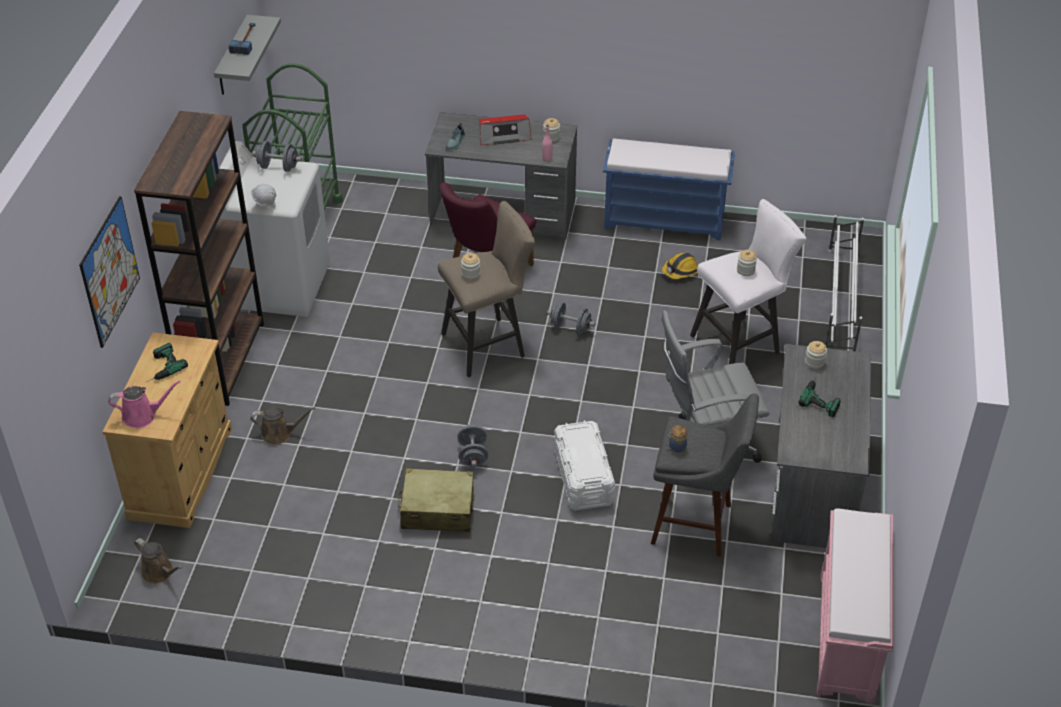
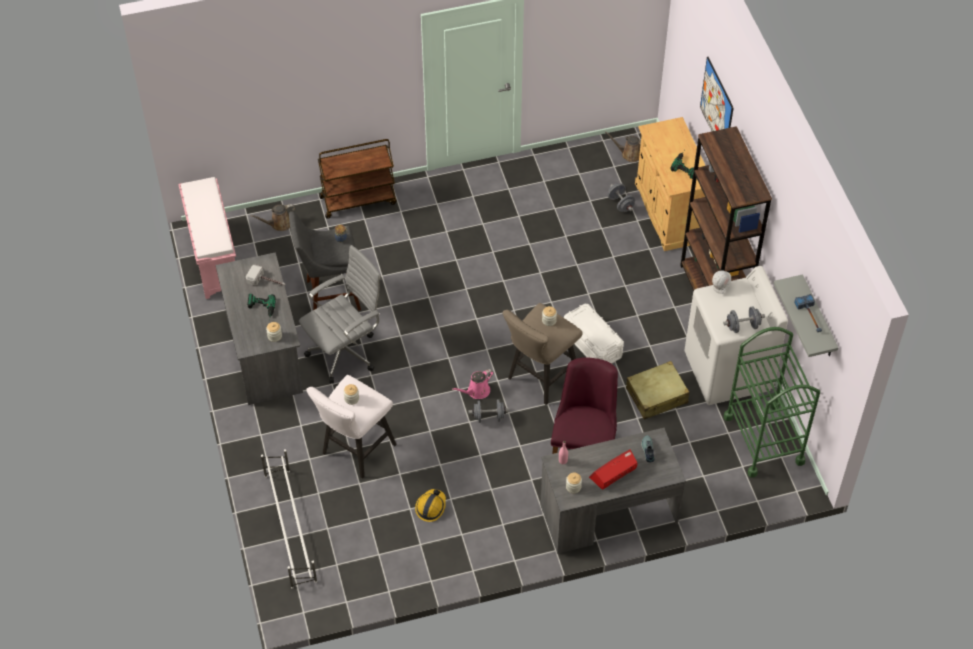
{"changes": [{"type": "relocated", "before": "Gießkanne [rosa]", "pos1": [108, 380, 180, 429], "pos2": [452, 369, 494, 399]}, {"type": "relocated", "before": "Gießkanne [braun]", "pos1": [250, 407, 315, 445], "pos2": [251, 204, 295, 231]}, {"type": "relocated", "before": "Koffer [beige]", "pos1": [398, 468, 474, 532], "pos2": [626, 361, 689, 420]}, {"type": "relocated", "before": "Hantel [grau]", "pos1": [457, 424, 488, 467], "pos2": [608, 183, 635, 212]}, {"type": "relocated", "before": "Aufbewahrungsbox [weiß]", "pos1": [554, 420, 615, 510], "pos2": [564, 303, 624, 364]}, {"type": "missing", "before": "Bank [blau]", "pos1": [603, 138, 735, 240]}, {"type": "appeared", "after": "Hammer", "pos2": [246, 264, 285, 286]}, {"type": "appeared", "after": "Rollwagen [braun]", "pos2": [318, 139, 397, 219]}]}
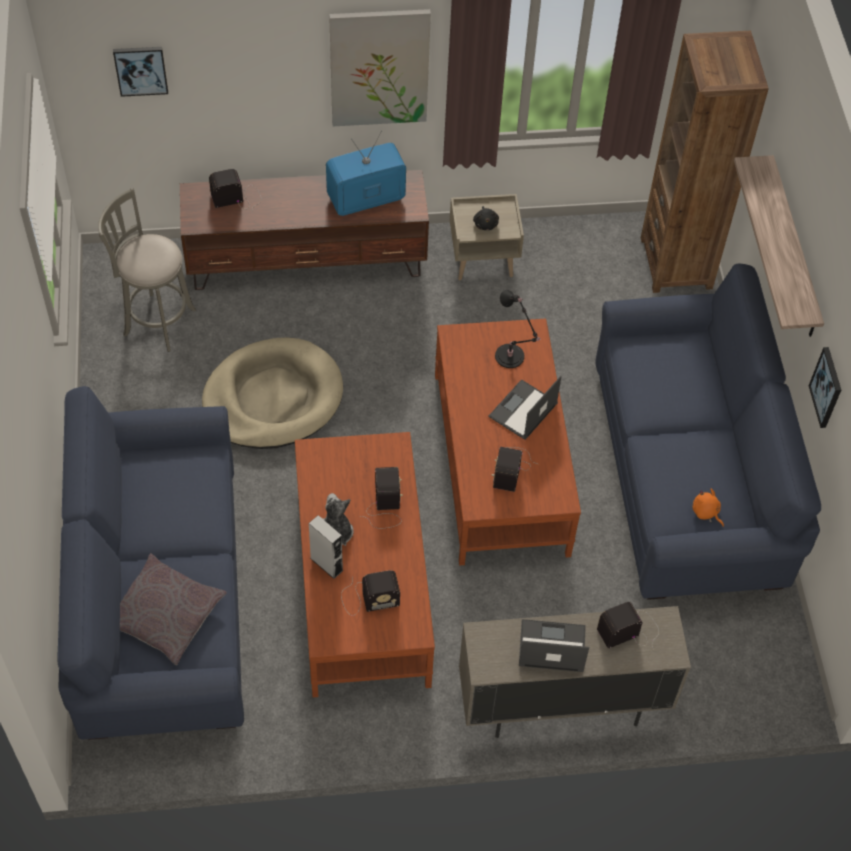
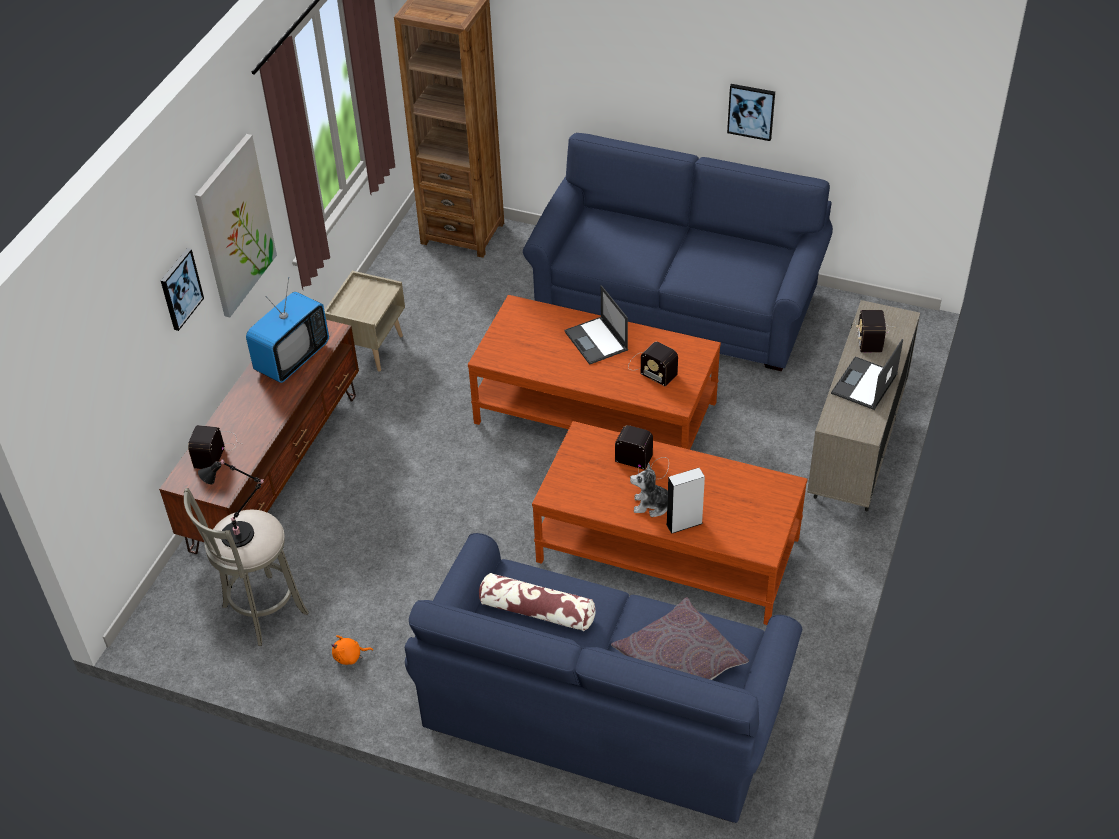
{"changes": [{"type": "relocated", "before": "Bild", "pos1": [113, 47, 168, 97], "pos2": [161, 248, 204, 331]}, {"type": "missing", "before": "Hundebett [beige]", "pos1": [202, 338, 343, 449]}, {"type": "spun", "before": "Fernseher", "pos1": [326, 131, 406, 216], "pos2": [246, 277, 329, 383], "turn": -150}, {"type": "missing", "before": "Radio", "pos1": [341, 570, 400, 616]}, {"type": "missing", "before": "Plüschtier [schwarz]", "pos1": [473, 206, 499, 230]}, {"type": "relocated", "before": "Tischlampe [schwarz]", "pos1": [495, 290, 541, 368], "pos2": [198, 459, 264, 548]}, {"type": "relocated", "before": "Plüschtier [orange]", "pos1": [693, 489, 724, 527], "pos2": [331, 635, 373, 665]}, {"type": "missing", "before": "Wandregal", "pos1": [734, 155, 824, 337]}, {"type": "appeared", "after": "Kissen", "pos2": [479, 573, 596, 631]}]}
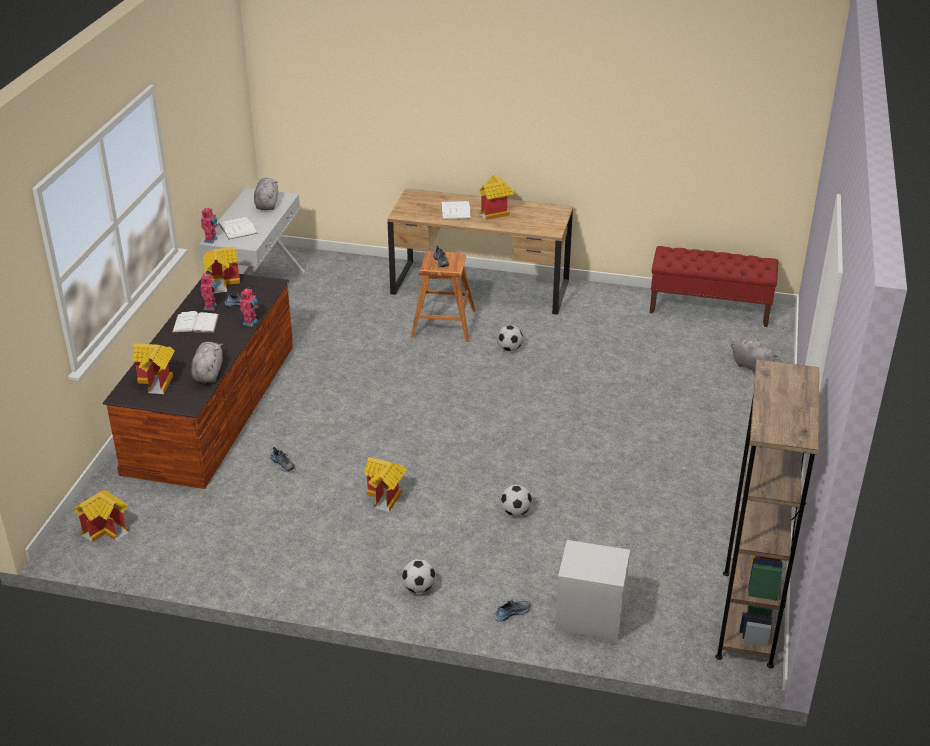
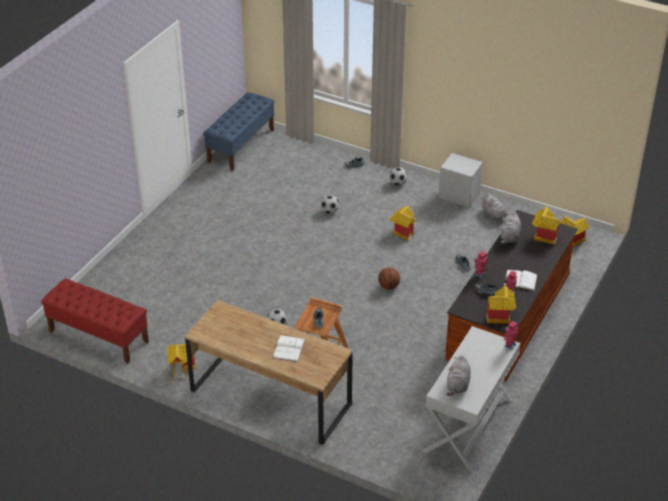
{"changes": [{"type": "missing", "before": "Buch [weiß]", "pos1": [218, 217, 258, 239]}, {"type": "relocated", "before": "Spielzeughaus", "pos1": [480, 174, 515, 220], "pos2": [167, 344, 195, 378]}, {"type": "relocated", "before": "Nachttisch [grau]", "pos1": [555, 540, 630, 641], "pos2": [439, 153, 483, 208]}, {"type": "exchanged", "before": "Bücherregal [braun]", "after": "Bank [blau]", "pos1": [715, 359, 819, 668], "pos2": [203, 92, 275, 171]}, {"type": "relocated", "before": "Plüschtier [grau]", "pos1": [731, 339, 778, 374], "pos2": [481, 193, 507, 223]}, {"type": "appeared", "after": "Basketball", "pos2": [378, 268, 400, 289]}]}
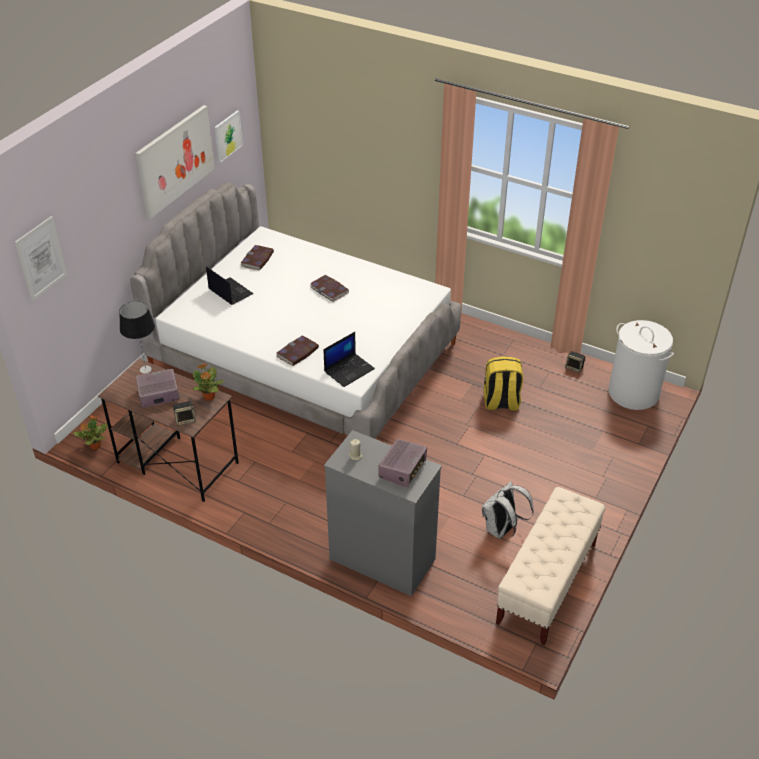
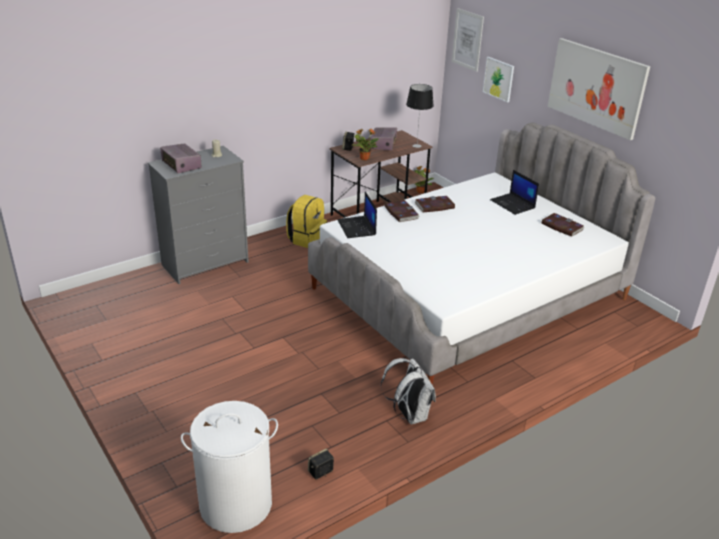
{"changes": [{"type": "spun", "before": "Laptop", "pos1": [206, 266, 254, 305], "pos2": [490, 170, 539, 215], "turn": 75}, {"type": "relocated", "before": "Bild", "pos1": [215, 110, 243, 163], "pos2": [483, 57, 514, 103]}, {"type": "relocated", "before": "Buch", "pos1": [310, 275, 349, 302], "pos2": [414, 196, 455, 212]}, {"type": "relocated", "before": "Rucksack [weiß]", "pos1": [482, 481, 534, 539], "pos2": [381, 358, 436, 424]}, {"type": "relocated", "before": "Rucksack [gelb]", "pos1": [483, 356, 523, 411], "pos2": [286, 195, 327, 248]}, {"type": "missing", "before": "Bank [beige]", "pos1": [496, 487, 605, 645]}]}
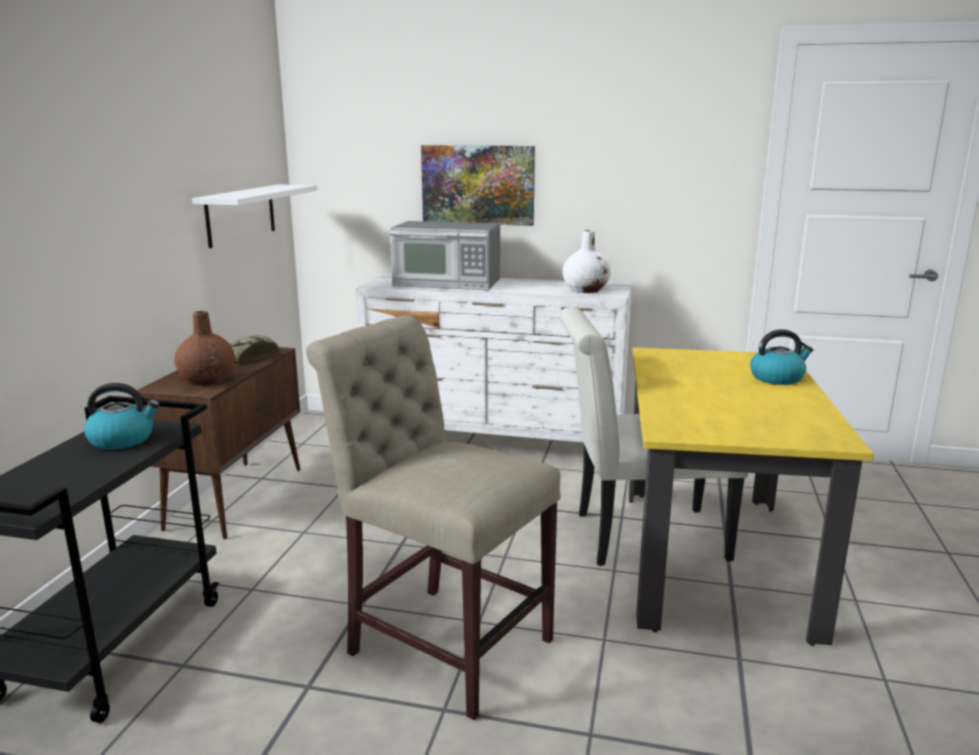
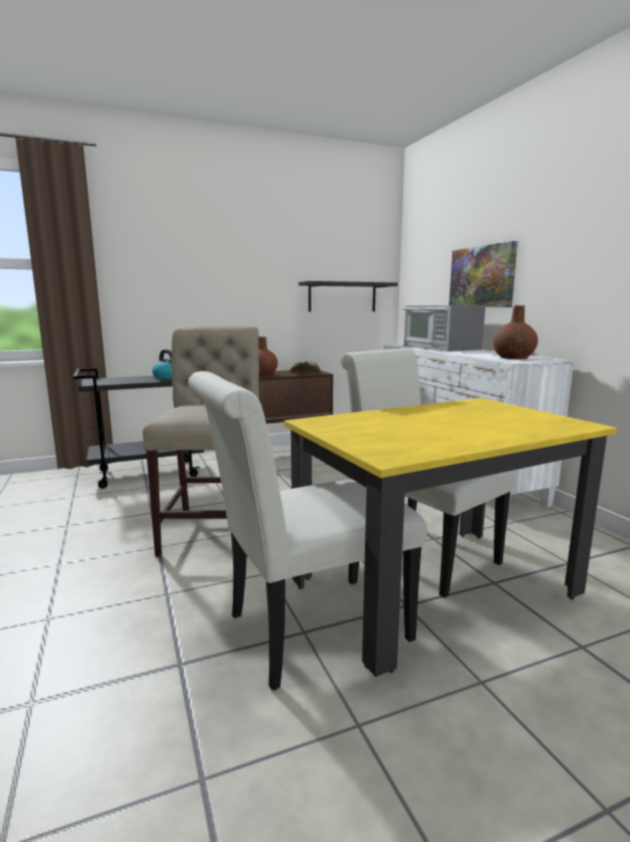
{"changes": [{"type": "colour", "before": "Wandregal [weiß]", "after": "Wandregal [schwarz]", "pos1": [192, 184, 317, 248], "pos2": [298, 281, 398, 312]}, {"type": "colour", "before": "Vase [weiß]", "after": "Vase [braun]", "pos1": [562, 230, 611, 293], "pos2": [493, 305, 538, 359]}, {"type": "missing", "before": "Wasserkessel", "pos1": [750, 329, 814, 385]}, {"type": "appeared", "after": "Stuhl [weiß]", "pos2": [188, 371, 428, 690]}]}
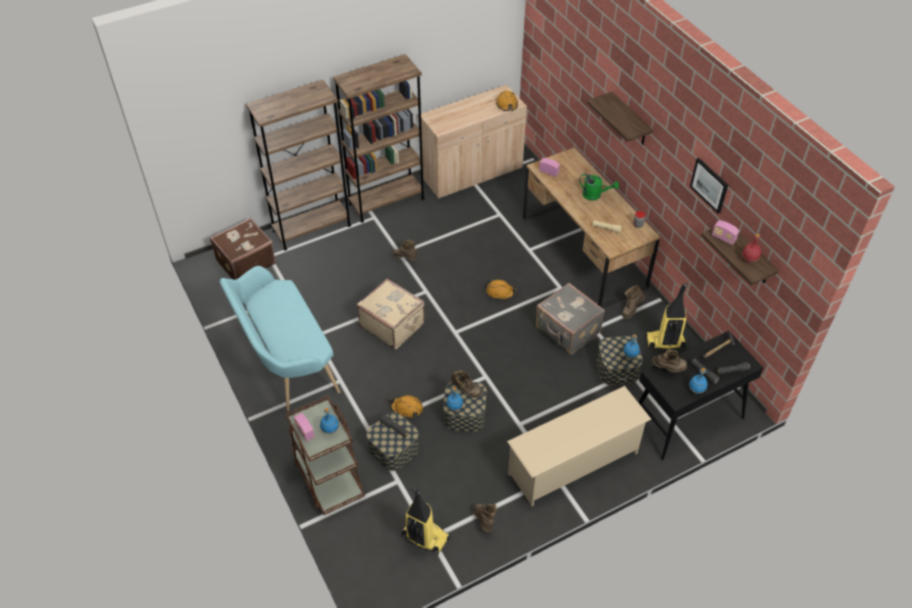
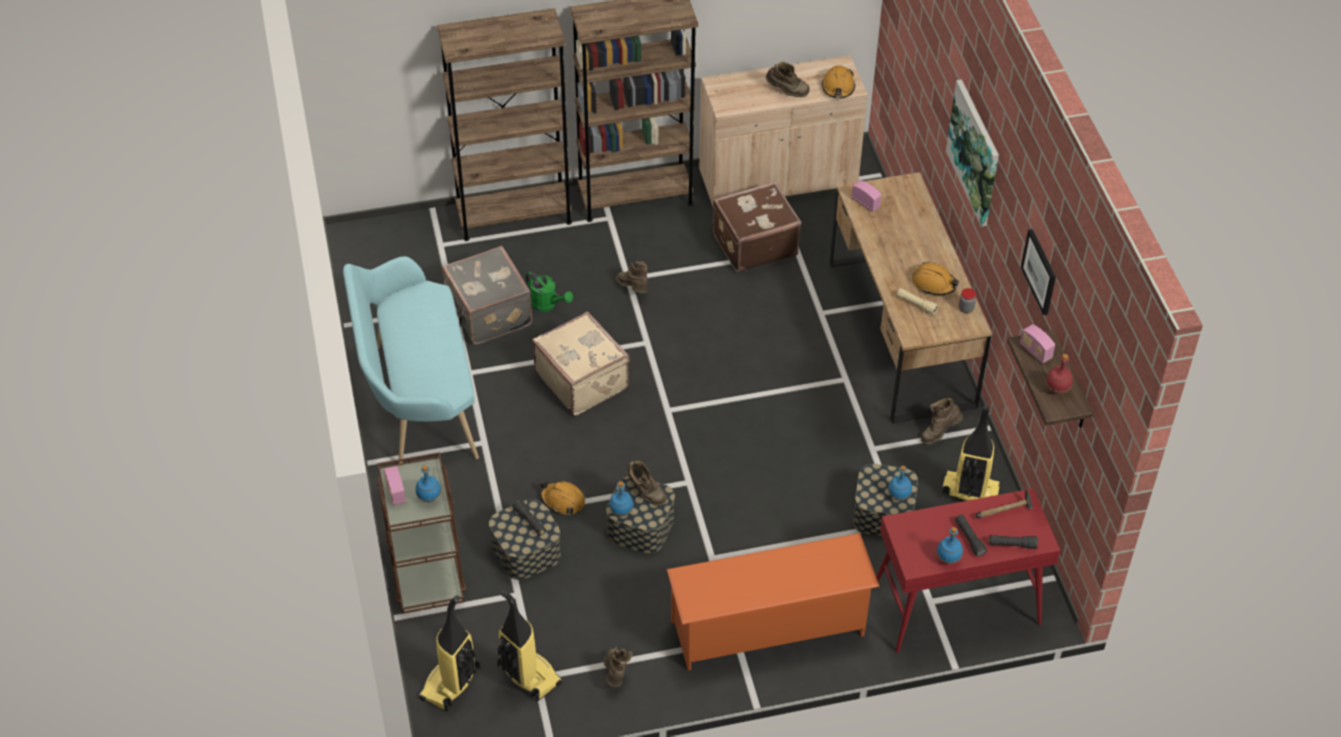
{"changes": [{"type": "relocated", "before": "Koffer [braun]", "pos1": [210, 217, 276, 280], "pos2": [713, 181, 801, 273]}, {"type": "relocated", "before": "Schutzhelm [orange]", "pos1": [486, 280, 517, 300], "pos2": [912, 262, 959, 295]}, {"type": "colour", "before": "Schuhregal [beige]", "after": "Schuhregal [orange]", "pos1": [507, 386, 652, 506], "pos2": [667, 533, 880, 671]}, {"type": "relocated", "before": "Koffer [grau]", "pos1": [536, 283, 605, 355], "pos2": [442, 246, 533, 344]}, {"type": "relocated", "before": "Gießkanne [grün]", "pos1": [579, 174, 619, 200], "pos2": [526, 272, 573, 312]}, {"type": "exchanged", "before": "Wandregal", "after": "Bild", "pos1": [587, 92, 653, 145], "pos2": [946, 79, 999, 227]}, {"type": "colour", "before": "Konsolentisch [schwarz]", "after": "Konsolentisch [rot]", "pos1": [638, 331, 763, 460], "pos2": [876, 489, 1060, 653]}, {"type": "relocated", "before": "Stiefel [braun]", "pos1": [652, 350, 687, 373], "pos2": [766, 62, 810, 97]}, {"type": "appeared", "after": "Staubsauger", "pos2": [419, 596, 480, 712]}]}
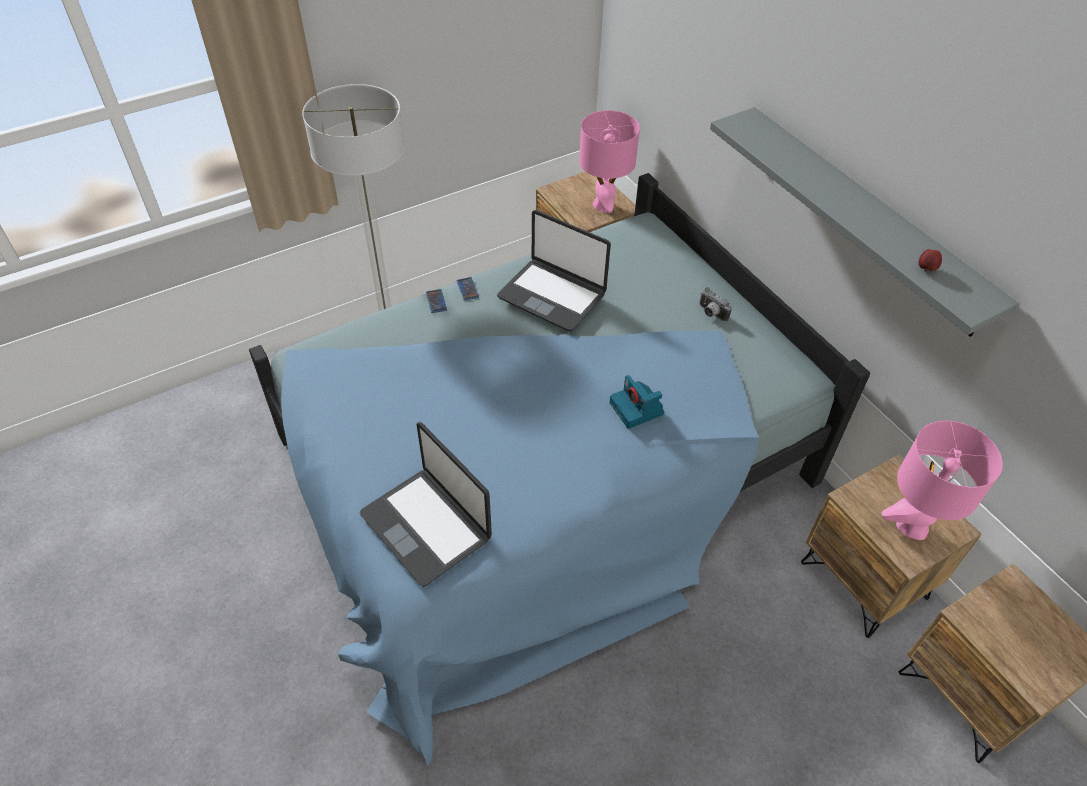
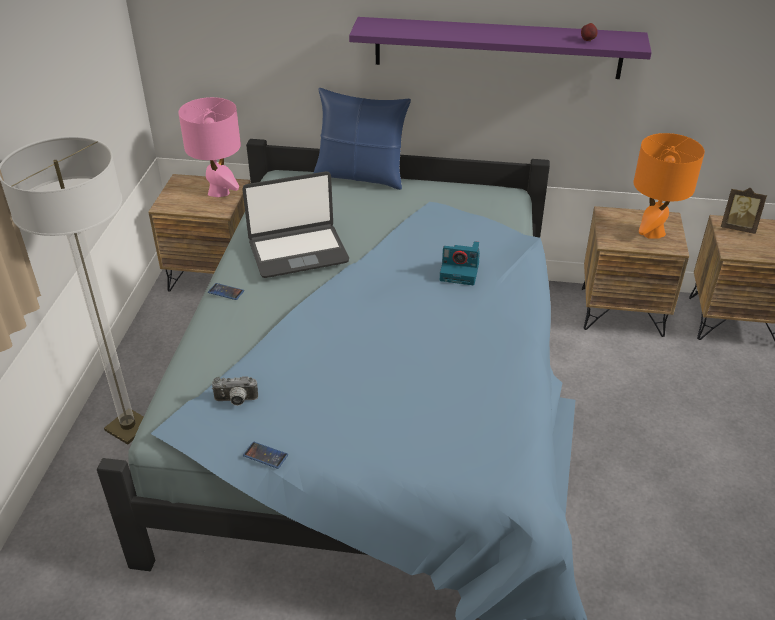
{"changes": [{"type": "missing", "before": "Laptop", "pos1": [360, 422, 492, 587]}, {"type": "relocated", "before": "Handy", "pos1": [426, 289, 447, 313], "pos2": [243, 442, 288, 469]}, {"type": "relocated", "before": "Kamera", "pos1": [699, 287, 732, 322], "pos2": [212, 377, 258, 406]}, {"type": "colour", "before": "Wandregal [grau]", "after": "Wandregal [lila]", "pos1": [710, 107, 1019, 337], "pos2": [349, 17, 652, 79]}, {"type": "colour", "before": "Tischlampe [rosa]", "after": "Tischlampe [orange]", "pos1": [882, 420, 1003, 540], "pos2": [634, 133, 705, 239]}, {"type": "appeared", "after": "Kissen [blau]", "pos2": [314, 88, 411, 190]}, {"type": "appeared", "after": "Bilderrahmen", "pos2": [721, 188, 767, 234]}]}
